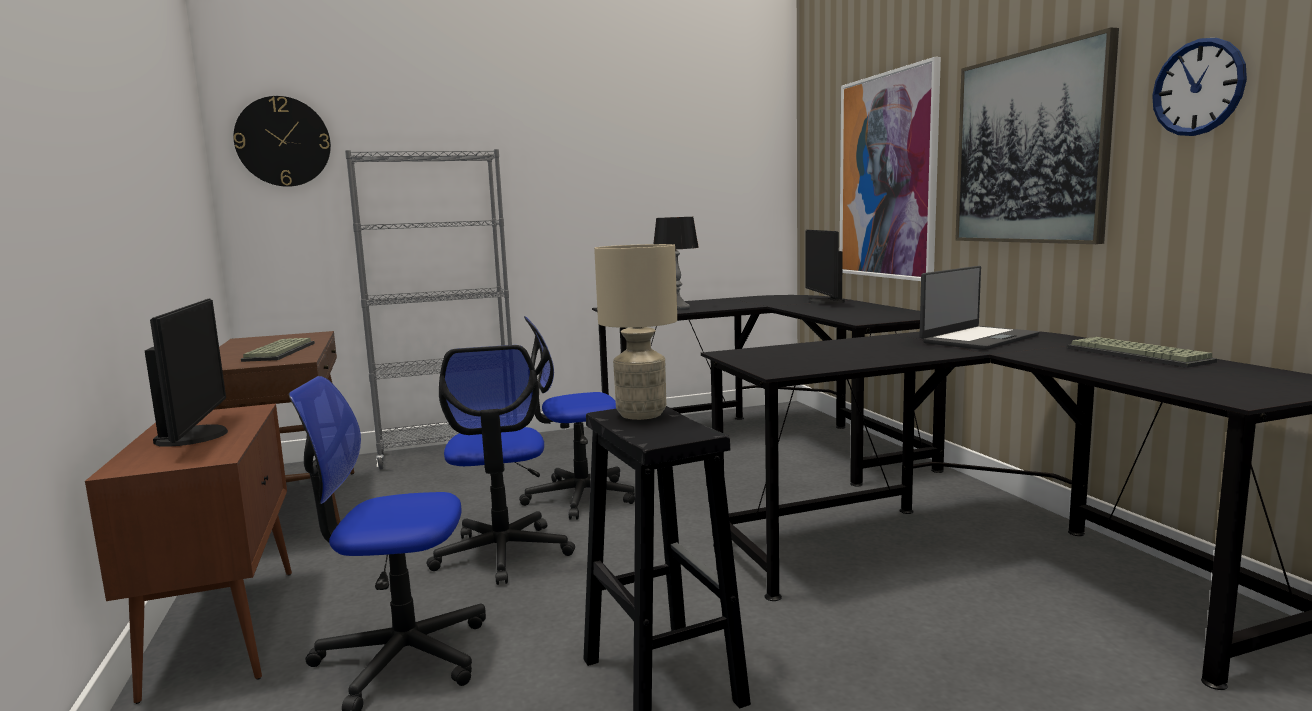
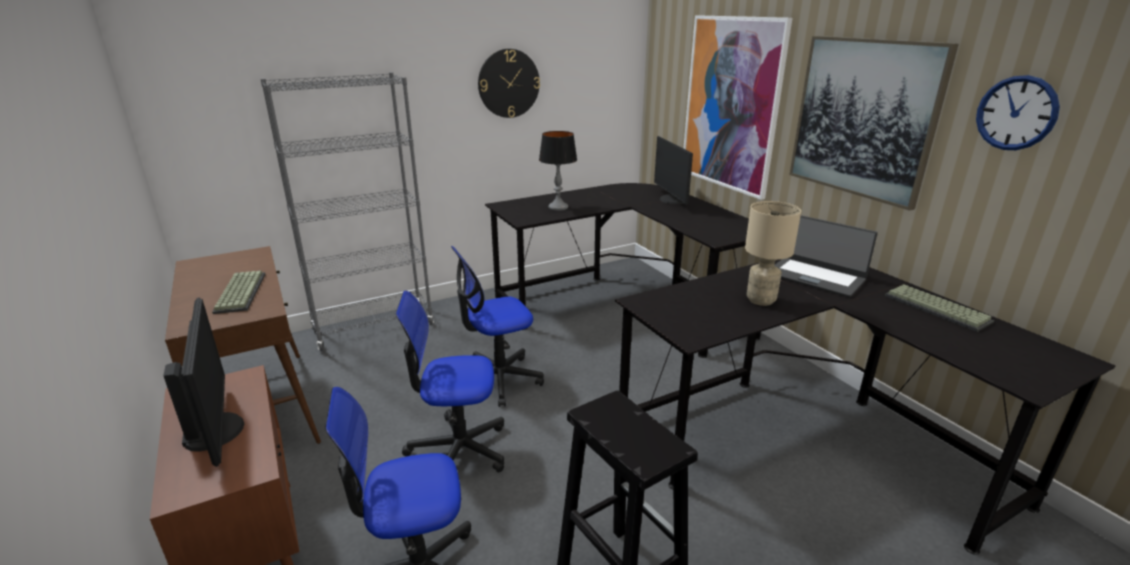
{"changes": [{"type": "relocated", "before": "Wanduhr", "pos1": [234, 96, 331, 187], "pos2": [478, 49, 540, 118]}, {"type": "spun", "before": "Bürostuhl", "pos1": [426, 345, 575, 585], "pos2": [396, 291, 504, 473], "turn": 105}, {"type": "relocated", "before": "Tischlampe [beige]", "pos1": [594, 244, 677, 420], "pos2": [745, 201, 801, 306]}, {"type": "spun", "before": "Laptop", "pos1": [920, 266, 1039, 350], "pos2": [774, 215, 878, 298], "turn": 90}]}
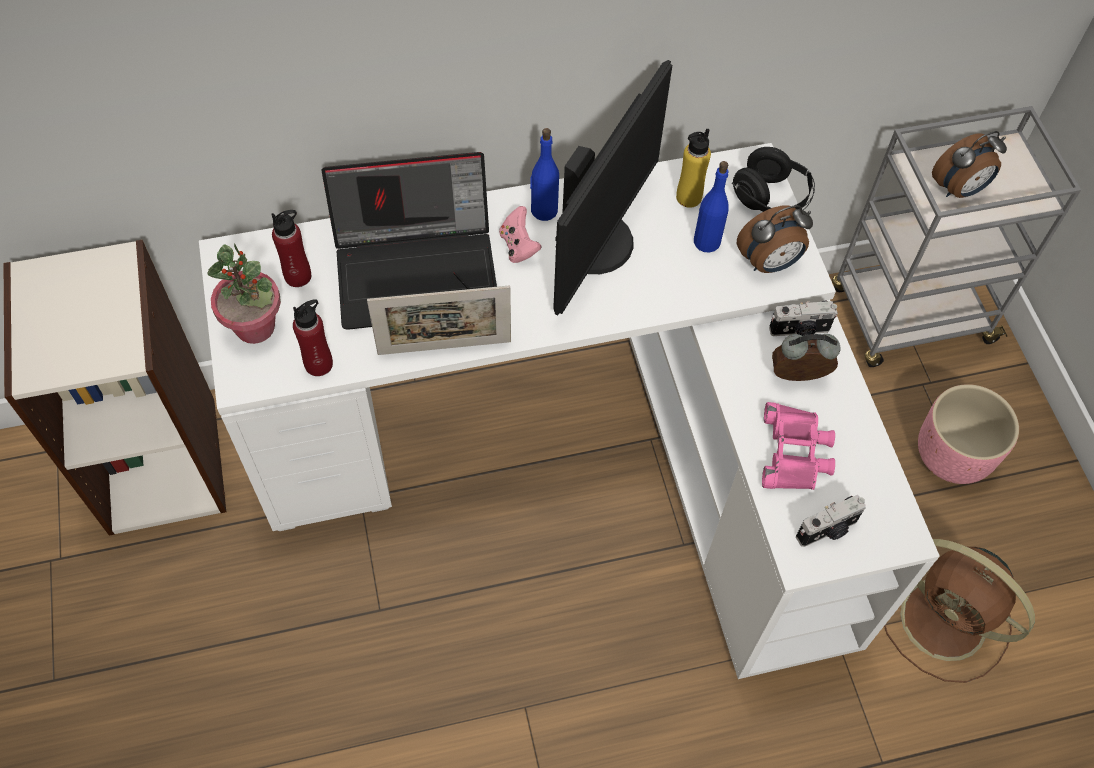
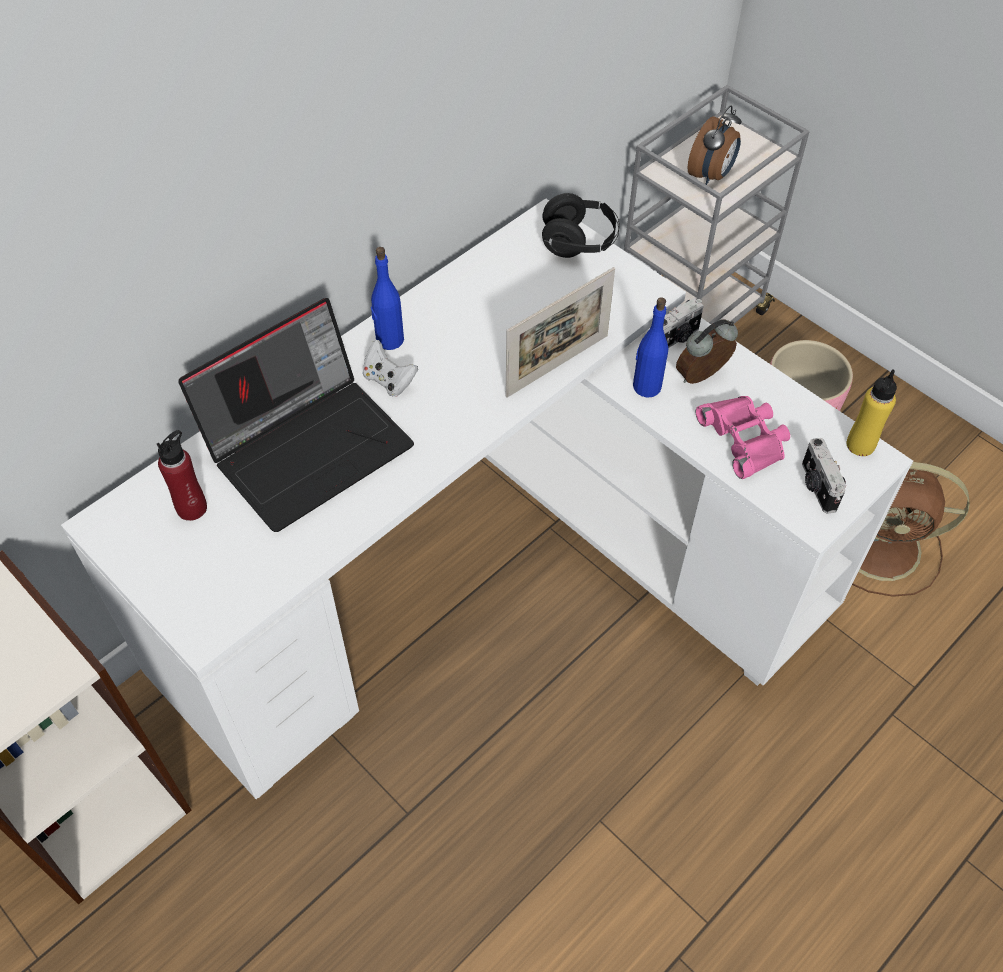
{"changes": [{"type": "missing", "before": "Topfpflanze", "pos1": [208, 243, 281, 344]}, {"type": "missing", "before": "Flasche [rot]", "pos1": [293, 299, 333, 376]}, {"type": "relocated", "before": "Bilderrahmen", "pos1": [367, 285, 511, 355], "pos2": [506, 267, 615, 398]}, {"type": "colour", "before": "Gamepad [rosa]", "after": "Gamepad [weiß]", "pos1": [499, 206, 542, 263], "pos2": [363, 340, 418, 397]}, {"type": "missing", "before": "Monitor", "pos1": [553, 60, 672, 315]}, {"type": "relocated", "before": "Flasche [gelb]", "pos1": [676, 129, 711, 208], "pos2": [847, 369, 897, 456]}, {"type": "relocated", "before": "Flasche [blau]", "pos1": [694, 161, 729, 253], "pos2": [633, 297, 668, 397]}, {"type": "missing", "before": "Wecker", "pos1": [737, 205, 813, 273]}, {"type": "spun", "before": "Kamera", "pos1": [796, 495, 866, 547], "pos2": [802, 438, 846, 514], "turn": 135}]}
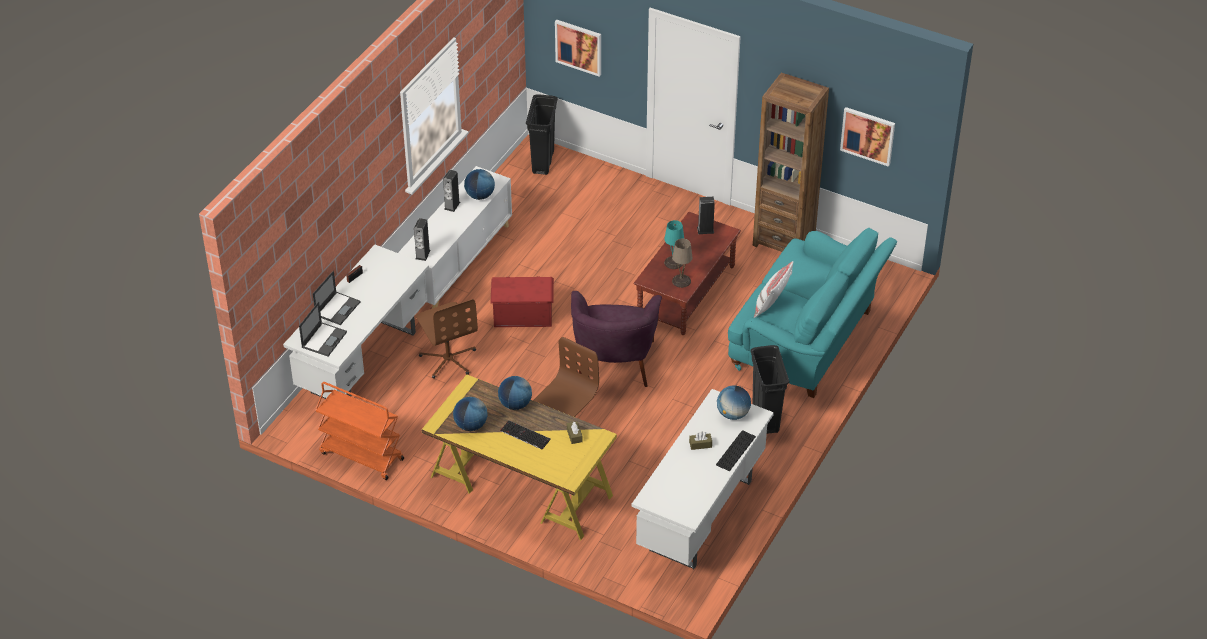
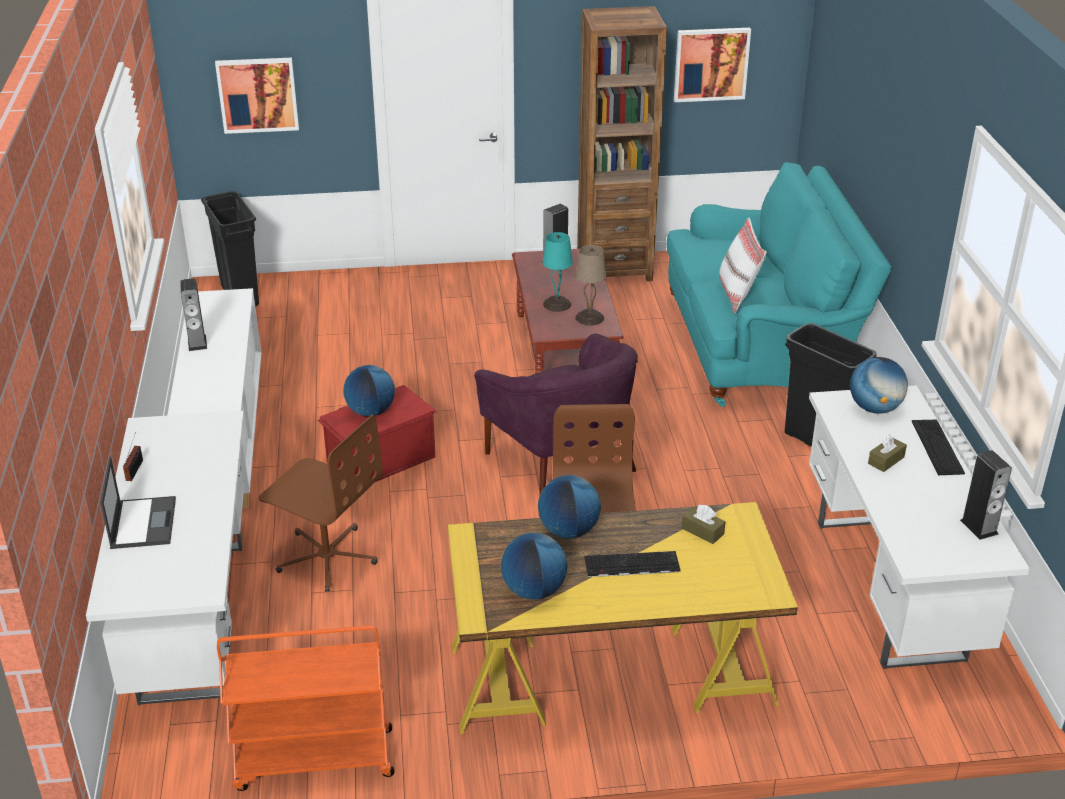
{"changes": [{"type": "missing", "before": "Laptop", "pos1": [299, 301, 347, 356]}, {"type": "relocated", "before": "Lautsprecher", "pos1": [414, 218, 431, 261], "pos2": [960, 450, 1012, 540]}, {"type": "relocated", "before": "Globus", "pos1": [464, 169, 495, 200], "pos2": [343, 365, 395, 416]}]}
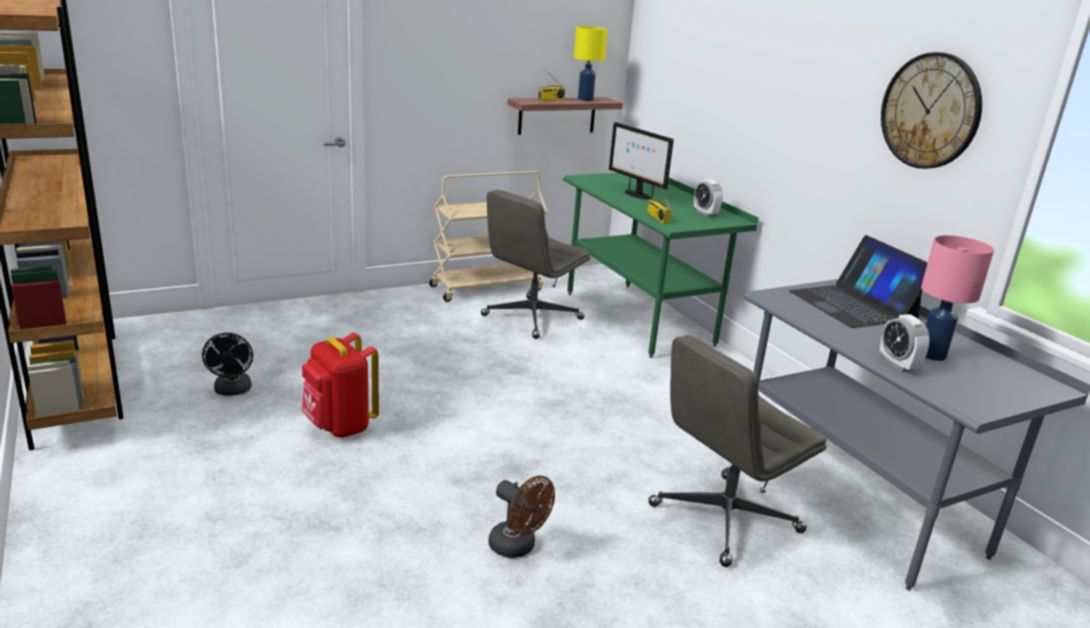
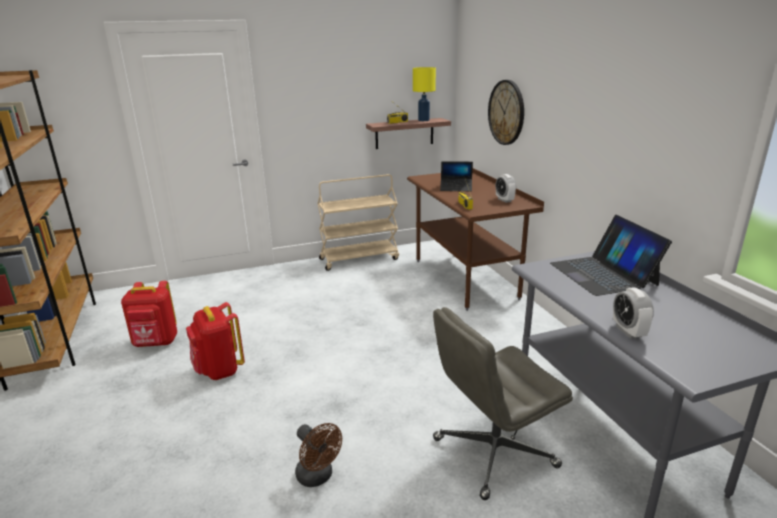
{"changes": [{"type": "exchanged", "before": "Ventilator [schwarz]", "after": "Rucksack [rot]", "pos1": [202, 333, 253, 396], "pos2": [121, 281, 177, 347]}, {"type": "missing", "before": "Bürostuhl [grau]", "pos1": [481, 189, 591, 339]}, {"type": "colour", "before": "Schreibtisch [grün]", "after": "Schreibtisch [braun]", "pos1": [563, 173, 758, 358], "pos2": [407, 168, 544, 311]}, {"type": "exchanged", "before": "Monitor", "after": "Laptop", "pos1": [609, 122, 674, 199], "pos2": [440, 161, 473, 191]}, {"type": "relocated", "before": "Wanduhr", "pos1": [881, 52, 982, 169], "pos2": [488, 80, 524, 145]}, {"type": "missing", "before": "Tischlampe [rosa]", "pos1": [921, 235, 994, 361]}]}
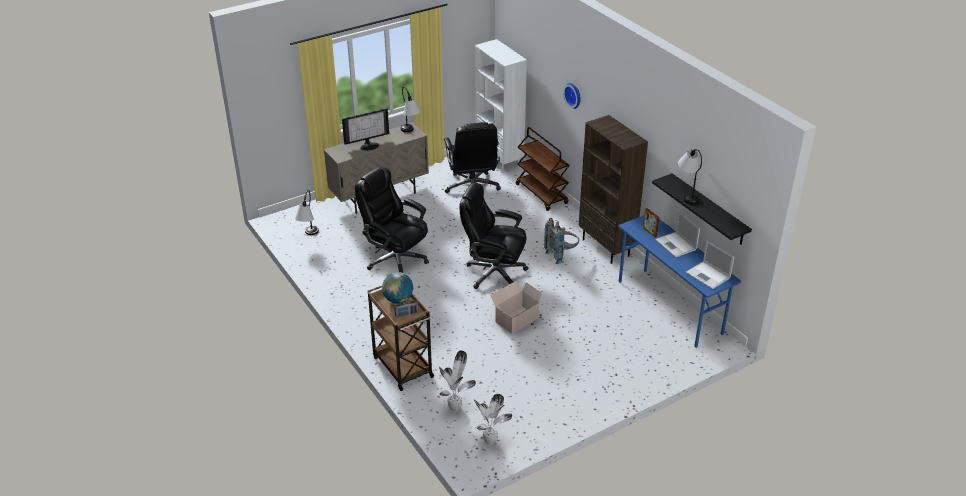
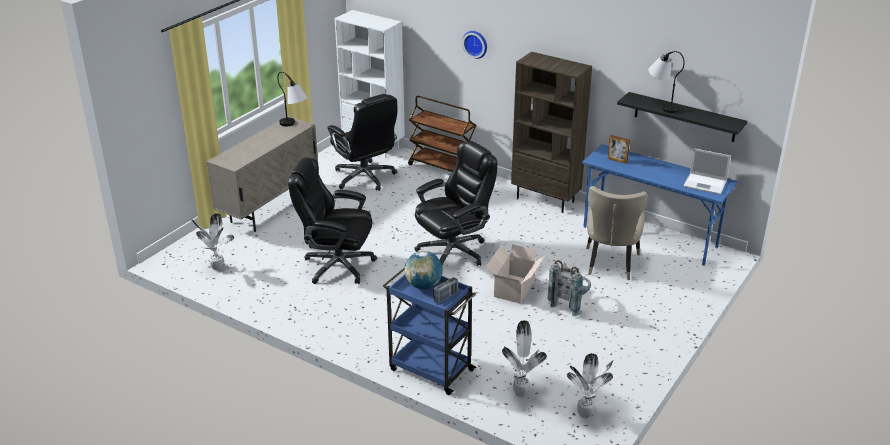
{"changes": [{"type": "exchanged", "before": "Tischlampe", "after": "Topfpflanze", "pos1": [295, 190, 319, 235], "pos2": [191, 213, 234, 271]}, {"type": "missing", "before": "Monitor", "pos1": [342, 108, 389, 151]}, {"type": "colour", "before": "Rollwagen [braun]", "after": "Rollwagen [blau]", "pos1": [368, 286, 435, 391], "pos2": [383, 267, 477, 395]}, {"type": "spun", "before": "Bürostuhl [schwarz]", "pos1": [459, 183, 529, 289], "pos2": [415, 141, 497, 266], "turn": 150}, {"type": "relocated", "before": "Rucksack [grau]", "pos1": [544, 218, 579, 264], "pos2": [548, 260, 591, 316]}, {"type": "missing", "before": "Laptop", "pos1": [655, 211, 700, 257]}, {"type": "appeared", "after": "Stuhl [beige]", "pos2": [586, 186, 647, 280]}]}
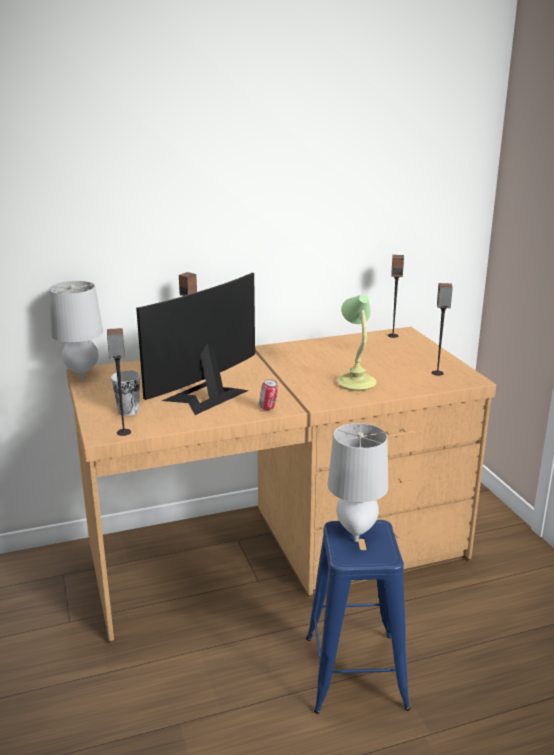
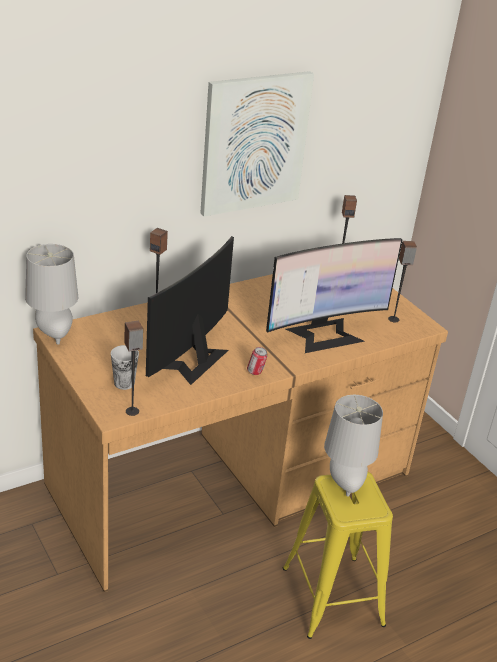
{"changes": [{"type": "colour", "before": "Hocker [blau]", "after": "Hocker [gelb]", "pos1": [306, 520, 411, 714], "pos2": [283, 472, 393, 639]}, {"type": "exchanged", "before": "Tischlampe", "after": "Monitor", "pos1": [337, 295, 377, 391], "pos2": [266, 238, 402, 353]}, {"type": "appeared", "after": "Bild", "pos2": [200, 71, 314, 217]}]}
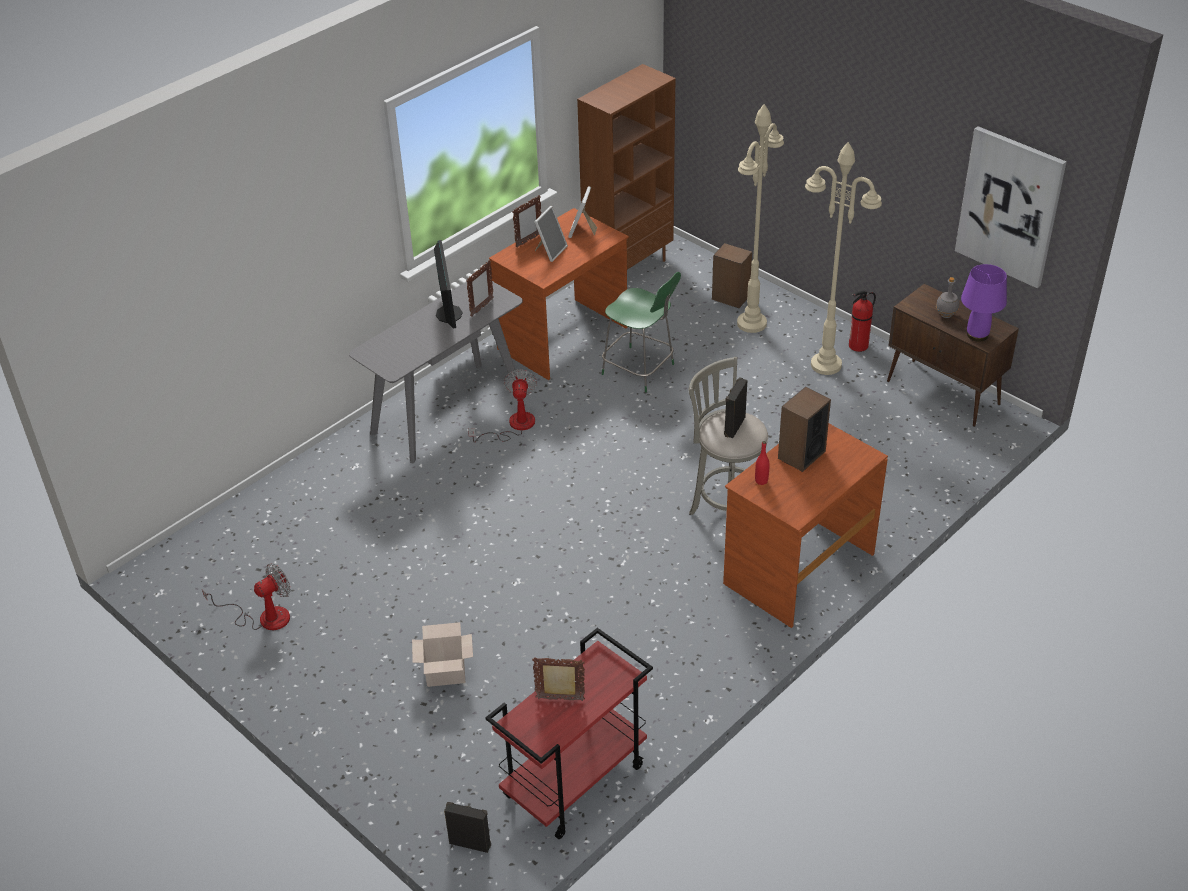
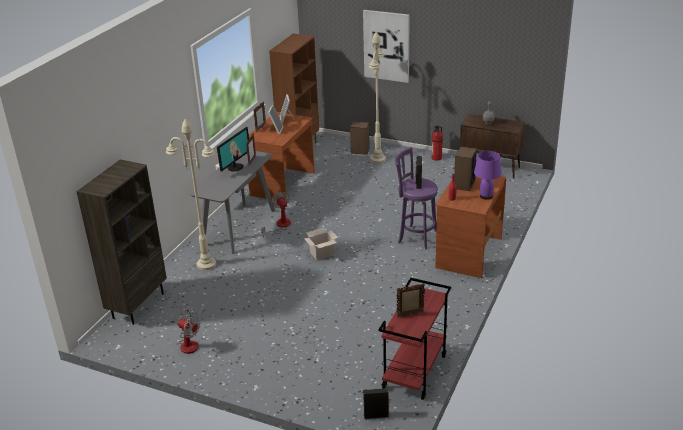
{"changes": [{"type": "spun", "before": "Ventilator", "pos1": [202, 564, 290, 630], "pos2": [178, 306, 200, 354], "turn": 90}, {"type": "relocated", "before": "Karton", "pos1": [412, 622, 473, 687], "pos2": [304, 228, 338, 260]}, {"type": "spun", "before": "Monitor", "pos1": [434, 240, 463, 328], "pos2": [217, 127, 249, 172], "turn": 60}, {"type": "missing", "before": "Stuhl [grün]", "pos1": [602, 272, 681, 393]}, {"type": "colour", "before": "Hocker [grau]", "after": "Hocker [lila]", "pos1": [688, 357, 768, 515], "pos2": [395, 147, 438, 249]}, {"type": "relocated", "before": "Stehlampe [beige]", "pos1": [805, 142, 882, 375], "pos2": [166, 119, 216, 270]}, {"type": "relocated", "before": "Bild", "pos1": [955, 126, 1066, 288], "pos2": [363, 10, 410, 83]}, {"type": "relocated", "before": "Tischlampe [lila]", "pos1": [961, 264, 1007, 342], "pos2": [474, 151, 502, 200]}, {"type": "appeared", "after": "Bücherregal [braun]", "pos2": [76, 159, 167, 325]}]}
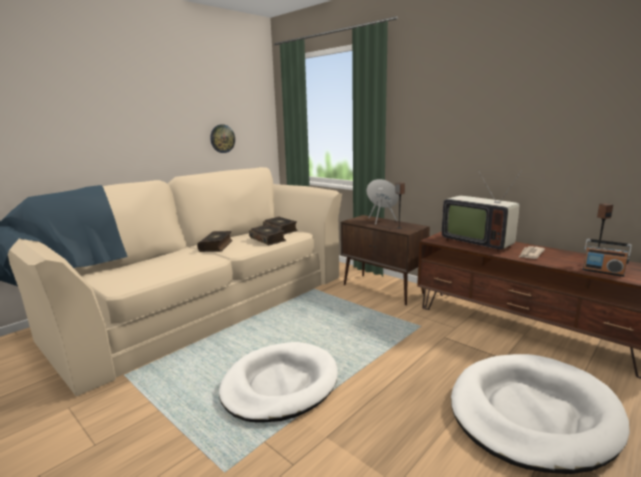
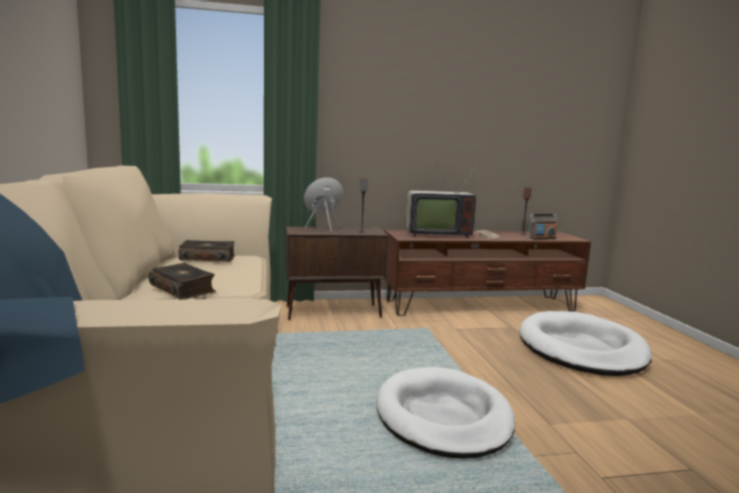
{"changes": [{"type": "missing", "before": "Wanduhr", "pos1": [210, 125, 235, 153]}, {"type": "missing", "before": "Buch", "pos1": [249, 225, 286, 245]}]}
